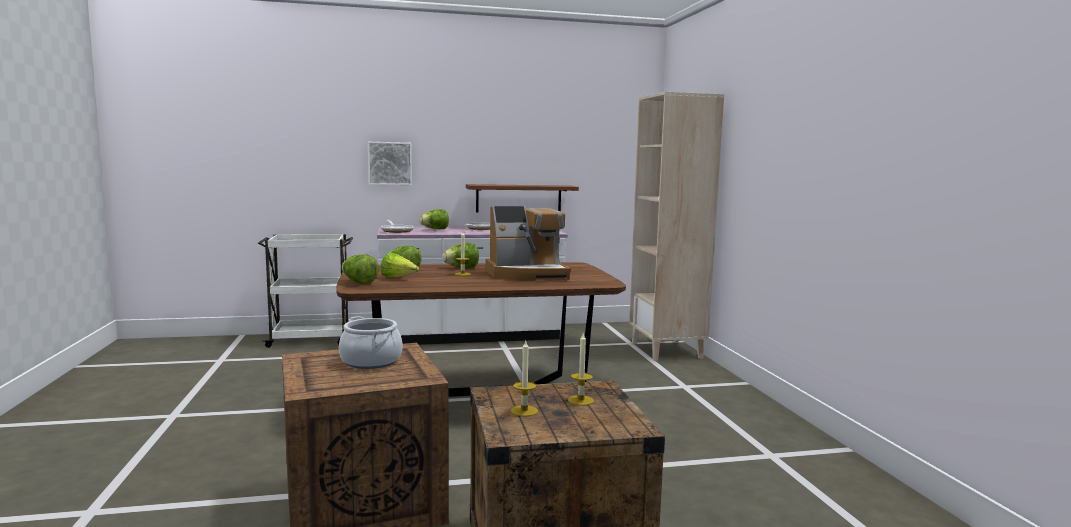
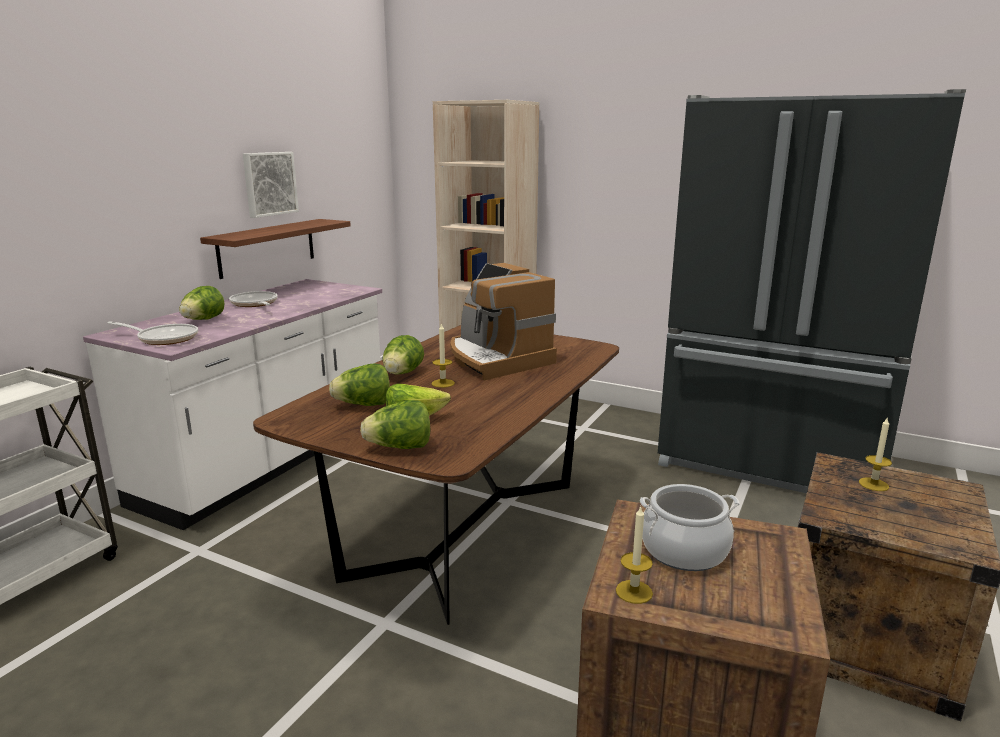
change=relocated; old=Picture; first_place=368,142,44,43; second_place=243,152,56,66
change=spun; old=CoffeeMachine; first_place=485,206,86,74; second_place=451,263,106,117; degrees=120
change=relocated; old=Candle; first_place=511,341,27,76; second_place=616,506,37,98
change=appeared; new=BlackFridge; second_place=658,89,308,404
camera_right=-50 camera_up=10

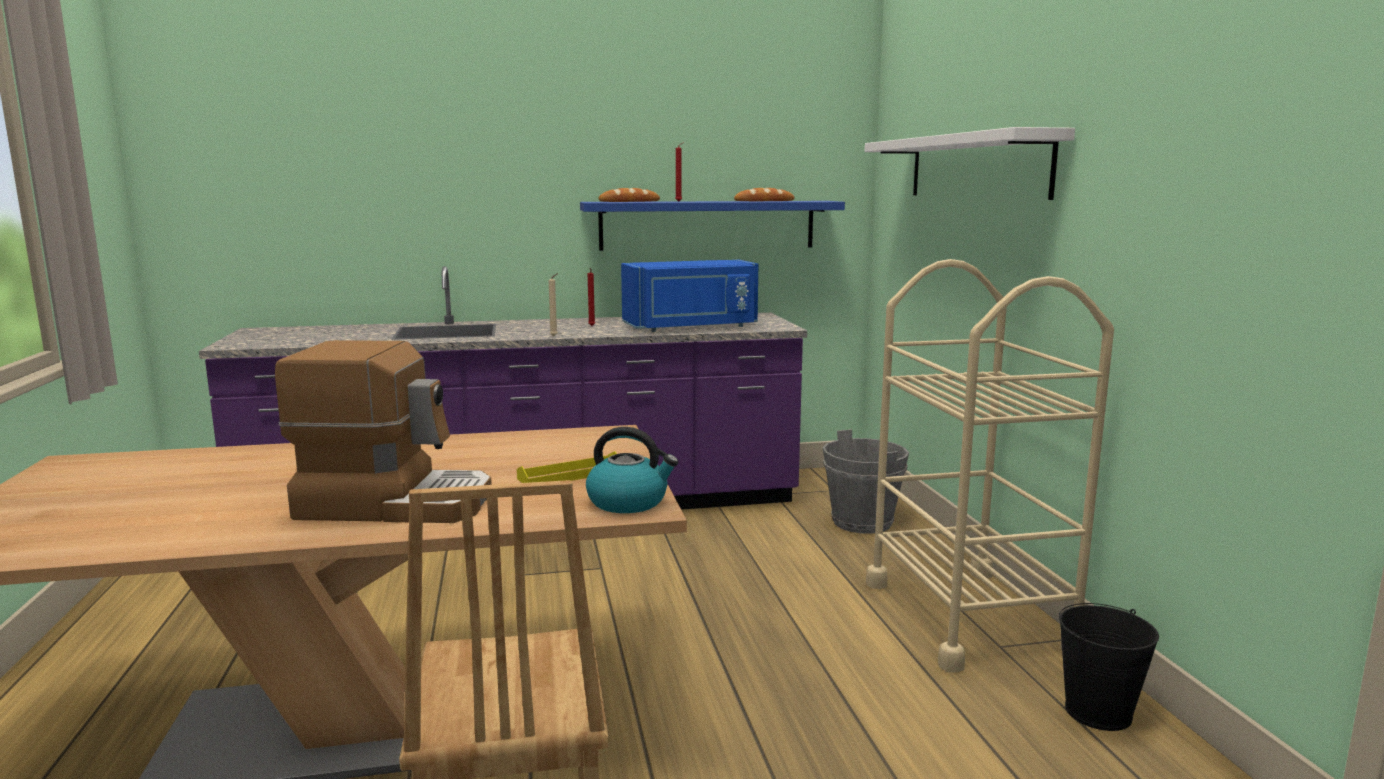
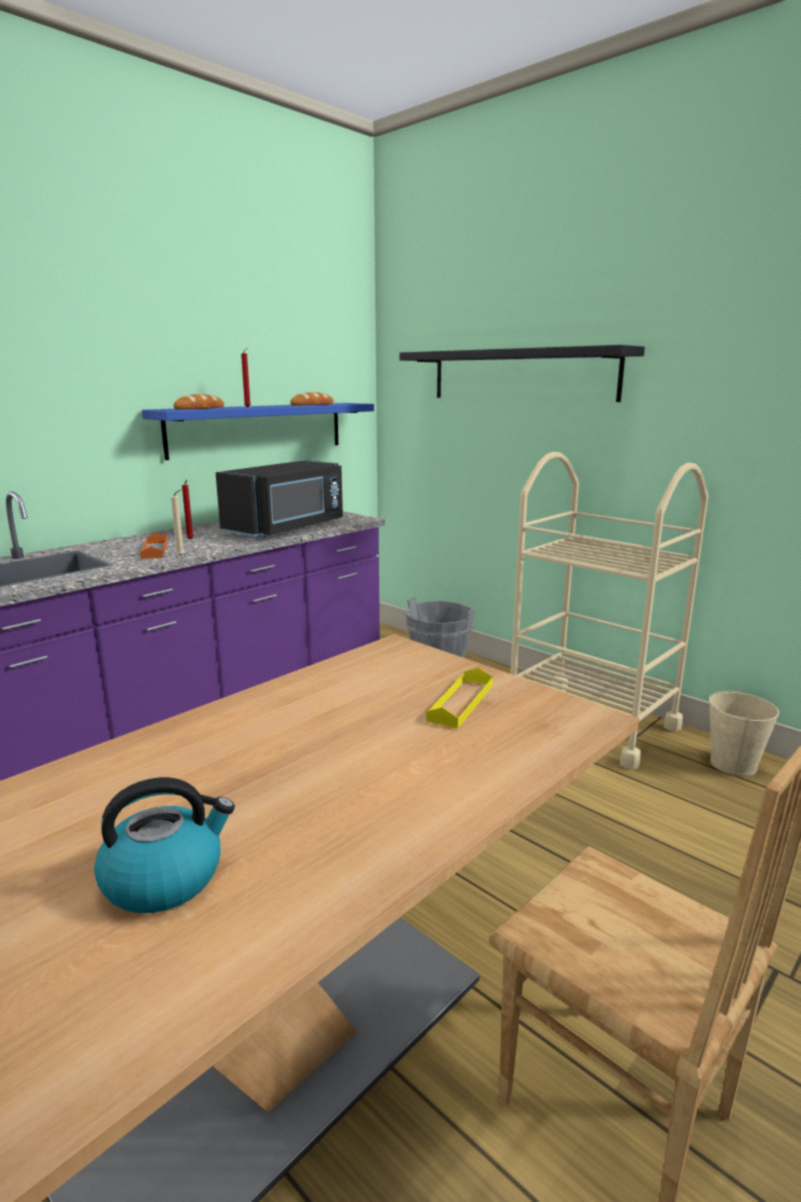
change=colour; old=WhiteShelf; new=BlackShelf; first_place=864,127,211,73; second_place=399,345,246,57
change=colour; old=BlueMicrowave; new=BlackMicrowave; first_place=621,260,137,72; second_place=216,460,127,78
change=missing; old=CoffeeMachine; first_place=275,340,217,183
change=relocated; old=Kettle; first_place=586,427,92,86; second_place=94,777,141,136
change=colour; old=BlackBucket; new=BeigeBucket; first_place=1059,603,100,128; second_place=709,689,70,87
change=appeared; new=OrangeTray; second_place=140,532,28,27
camera_right=-35 camera_up=5

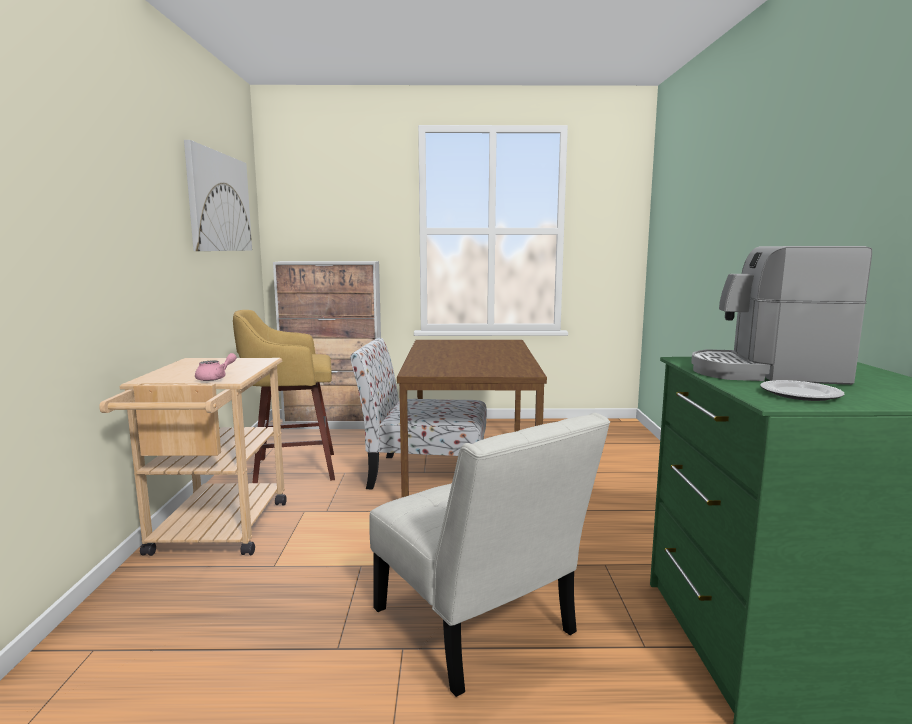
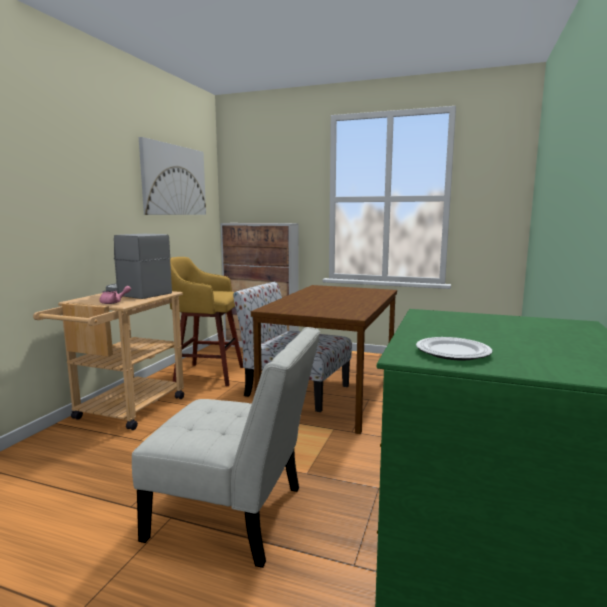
change=relocated; old=CoffeeMachine; first_place=691,246,181,139; second_place=106,234,66,65
change=spun; old=WhiteChair; first_place=370,413,240,284; second_place=132,327,188,241; degrees=-60
camera_right=20 camera_up=0

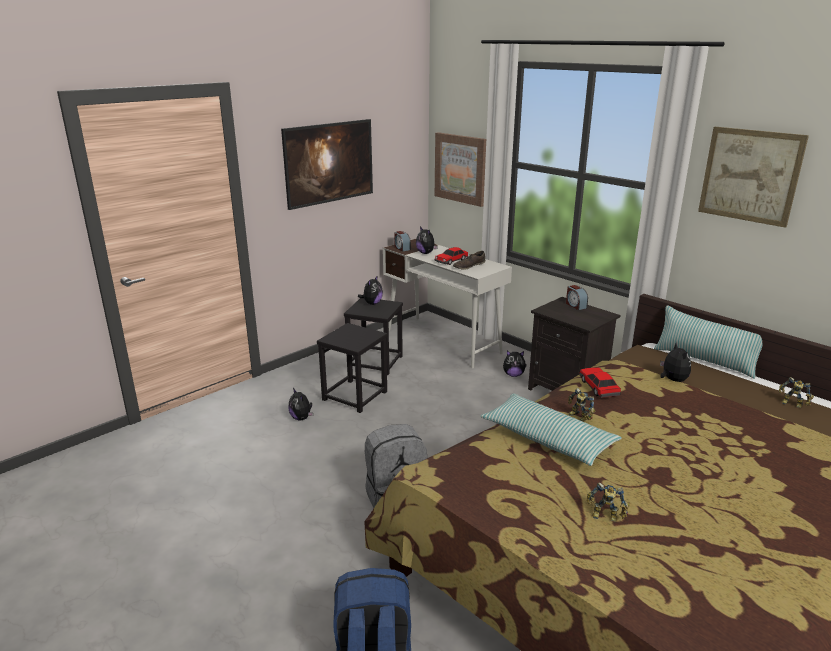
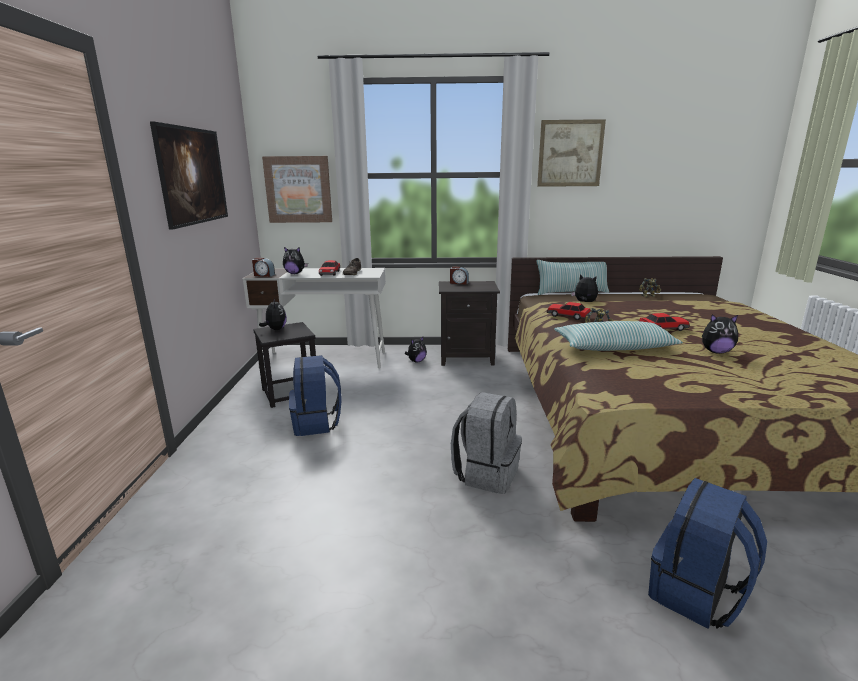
change=exchanged; old=BlackStool; new=BlueBackpack; first_place=317,323,70,90; second_place=289,355,53,81
change=relocated; old=PlushToy; first_place=288,388,25,33; second_place=702,314,36,40
change=missing; old=ToyRobot; first_place=587,483,43,38
change=appeared; new=ToyCar; second_place=639,313,51,18
camera_right=-45 camera_up=-5

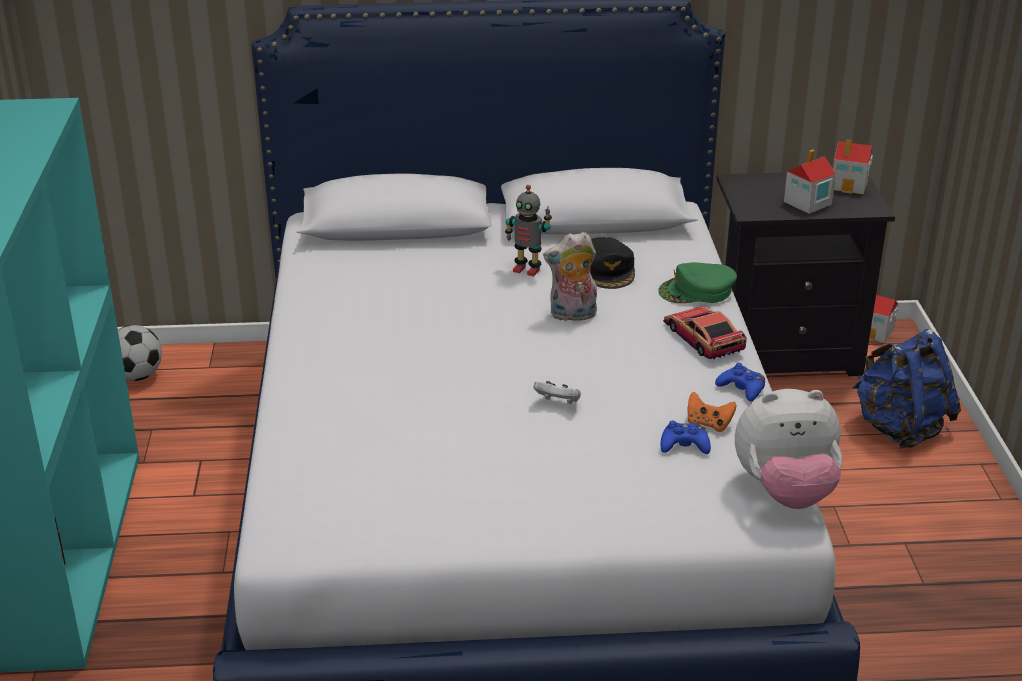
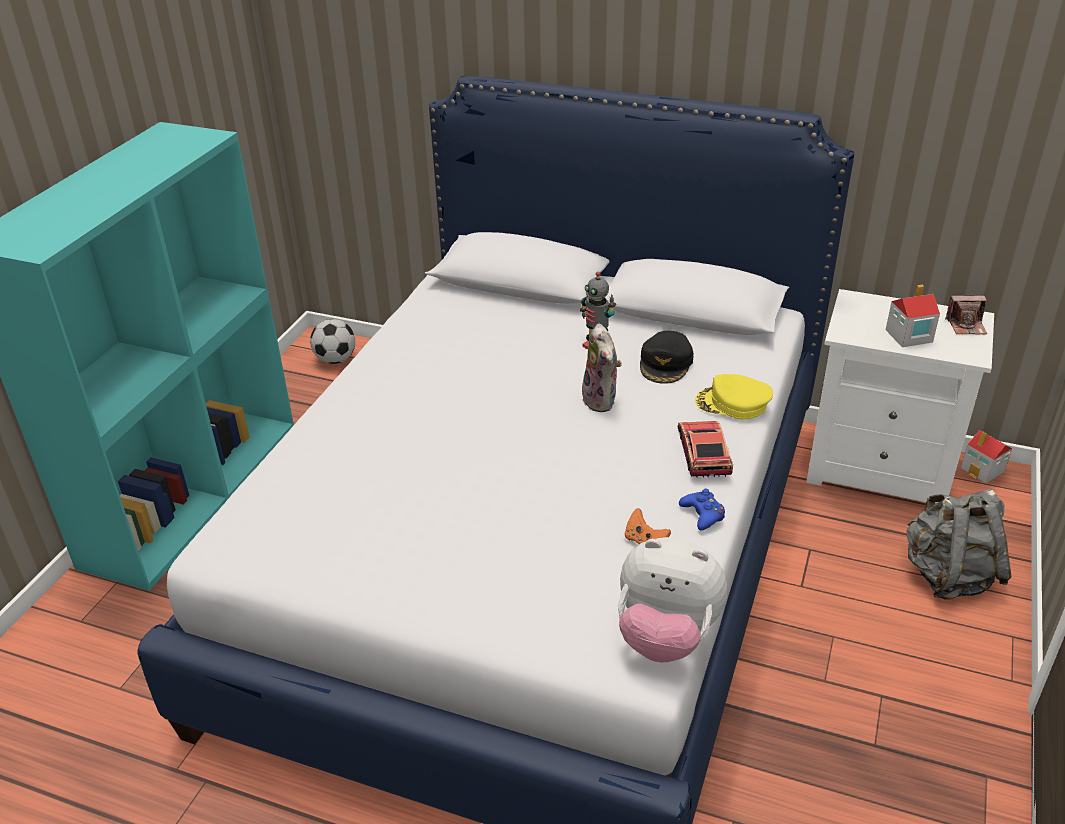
change=exchanged; old=ToyHouse; new=PhotoCamera; first_place=833,139,40,55; second_place=945,294,42,40
change=colour; old=BlackNightstand; new=WhiteNightstand; first_place=716,172,179,204; second_place=806,289,188,215
change=spun; old=PlushToy; first_place=543,232,54,91; second_place=582,324,40,88; degrees=-120
change=colour; old=GreenCap; new=YellowCap; first_place=658,262,79,41; second_place=695,374,78,46
change=colour; old=BlueBackpack; new=GreyBackpack; first_place=852,329,109,119; second_place=907,489,104,111
change=missing; old=WhiteGameController; first_place=533,381,48,23
change=missing; old=BlueGameController; first_place=660,421,51,33
camera_right=25 camera_up=5

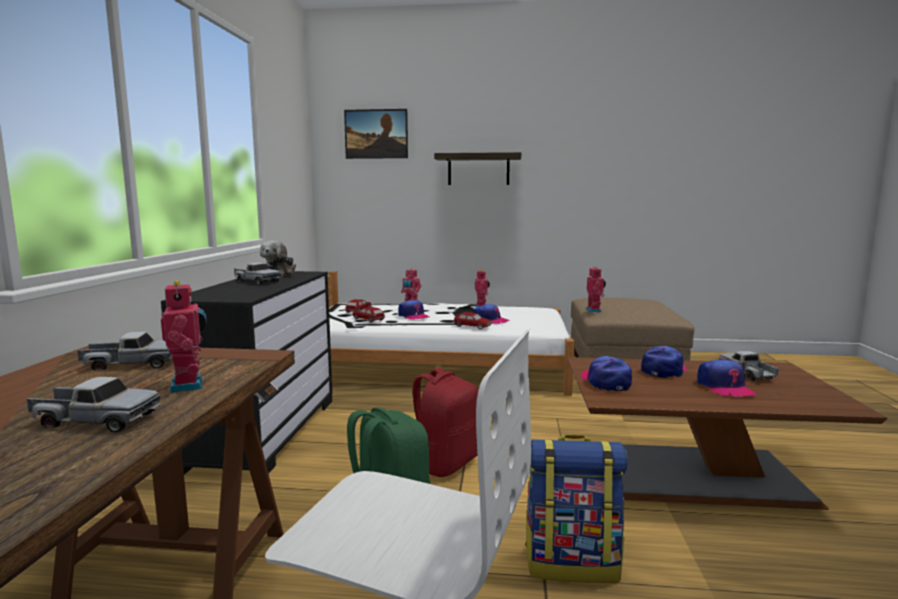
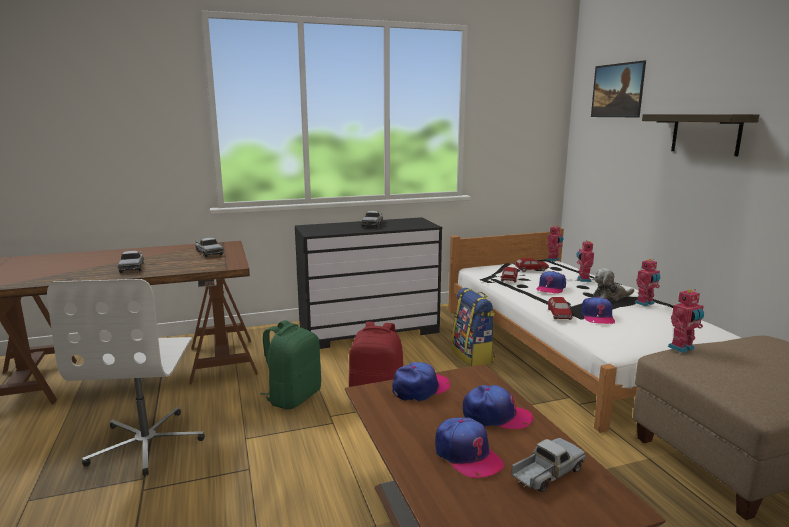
change=relocated; old=PlushToy; first_place=260,241,36,36; second_place=593,268,41,33
change=relocated; old=ToyRobot; first_place=161,280,46,113; second_place=546,225,18,37
change=spun; old=Cap; first_place=697,358,59,38; second_place=435,417,69,61; degrees=-90
change=relocated; old=Backpack; first_place=525,435,103,148; second_place=452,288,43,78
camera_right=65 camera_up=5

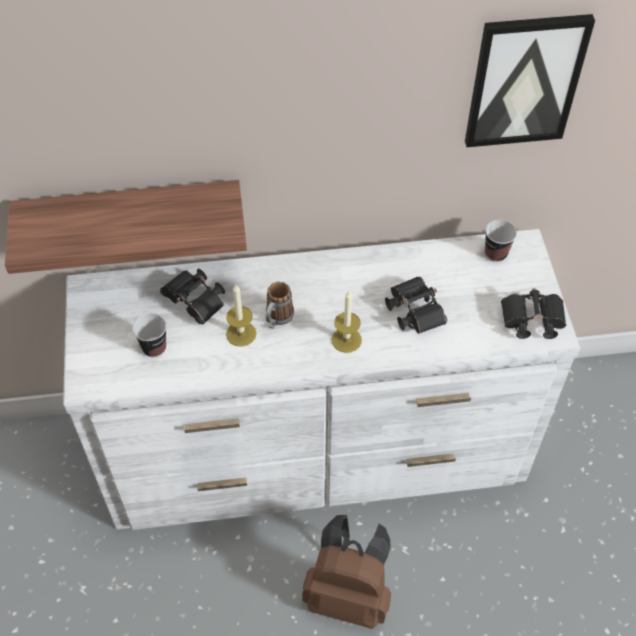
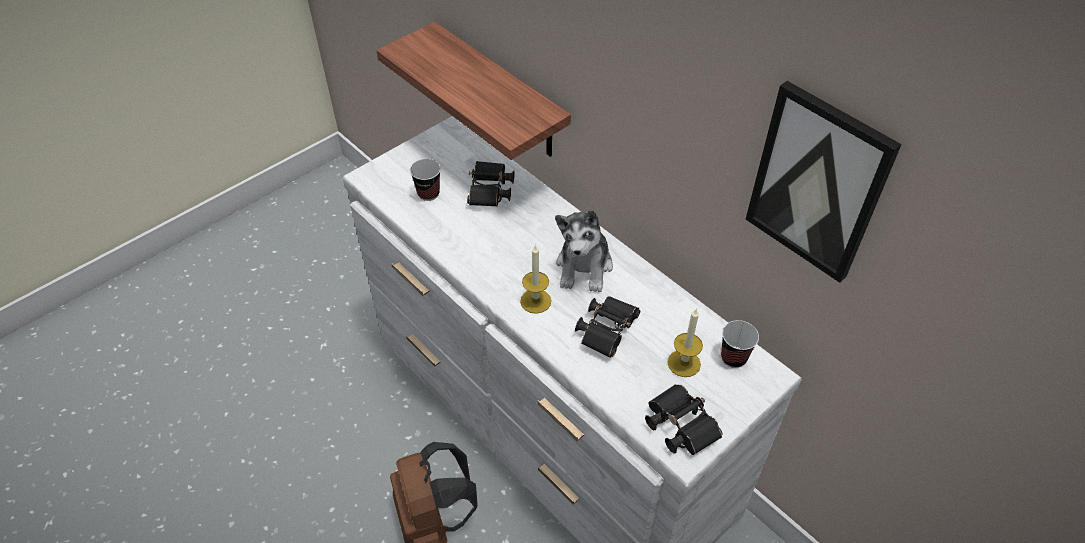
change=missing; old=Mug; first_place=266,282,28,47
change=relocated; old=Candle; first_place=226,285,30,62; second_place=668,308,35,69
change=appeared; new=PlushToy; second_place=555,209,58,83
camera_right=55 camera_up=-5

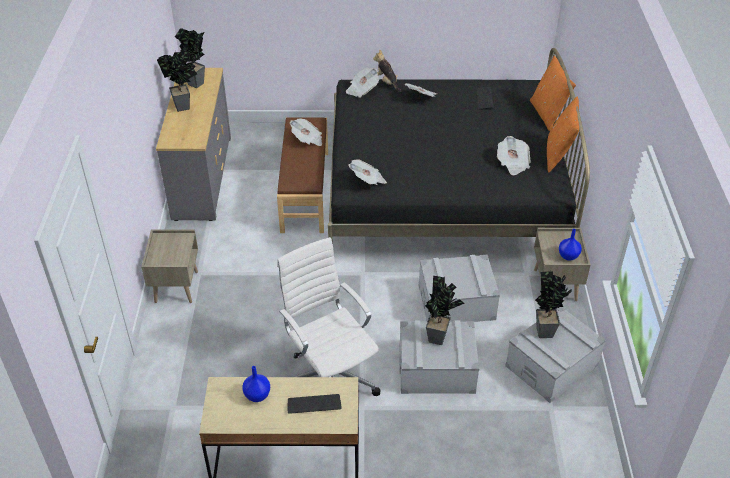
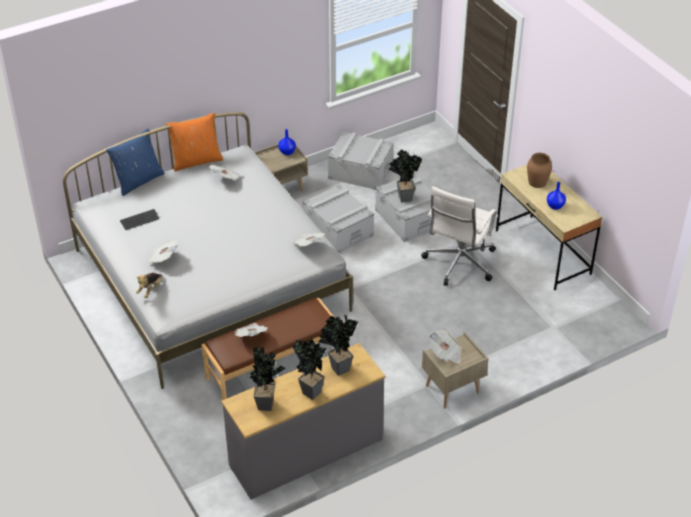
change=colour; old=BlackBed; new=WhiteBed; first_place=328,48,262,196; second_place=63,112,290,277
change=colour; old=OrangePillow; new=BluePillow; first_place=530,56,46,75; second_place=106,128,58,68
change=relocated; old=Newspaper; first_place=346,68,33,30; second_place=429,330,33,34
change=relocated; old=PottedPlant; first_place=535,271,37,67; second_place=318,315,40,61
change=exchanged; old=Keyboard; new=BrownVase; first_place=288,394,54,20; second_place=527,153,25,35
camera_right=-120 camera_up=0

